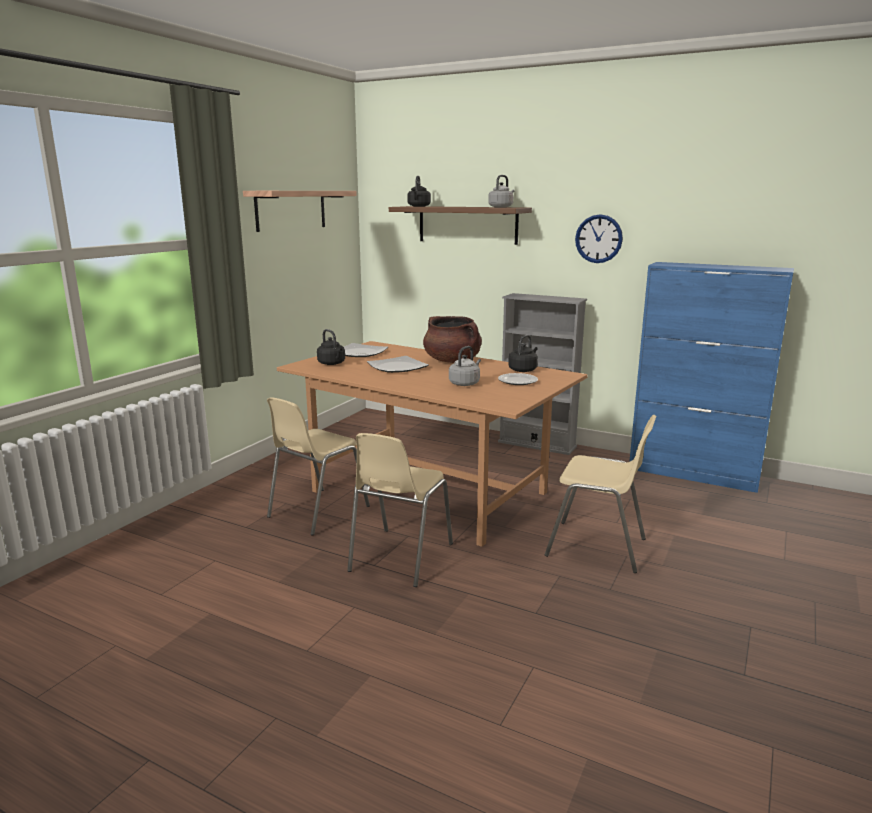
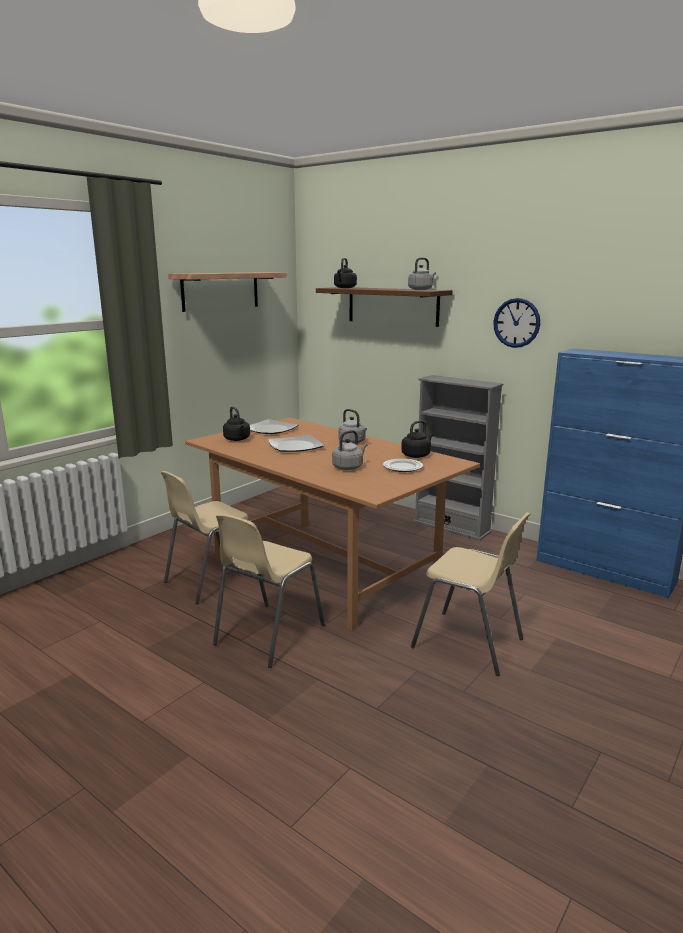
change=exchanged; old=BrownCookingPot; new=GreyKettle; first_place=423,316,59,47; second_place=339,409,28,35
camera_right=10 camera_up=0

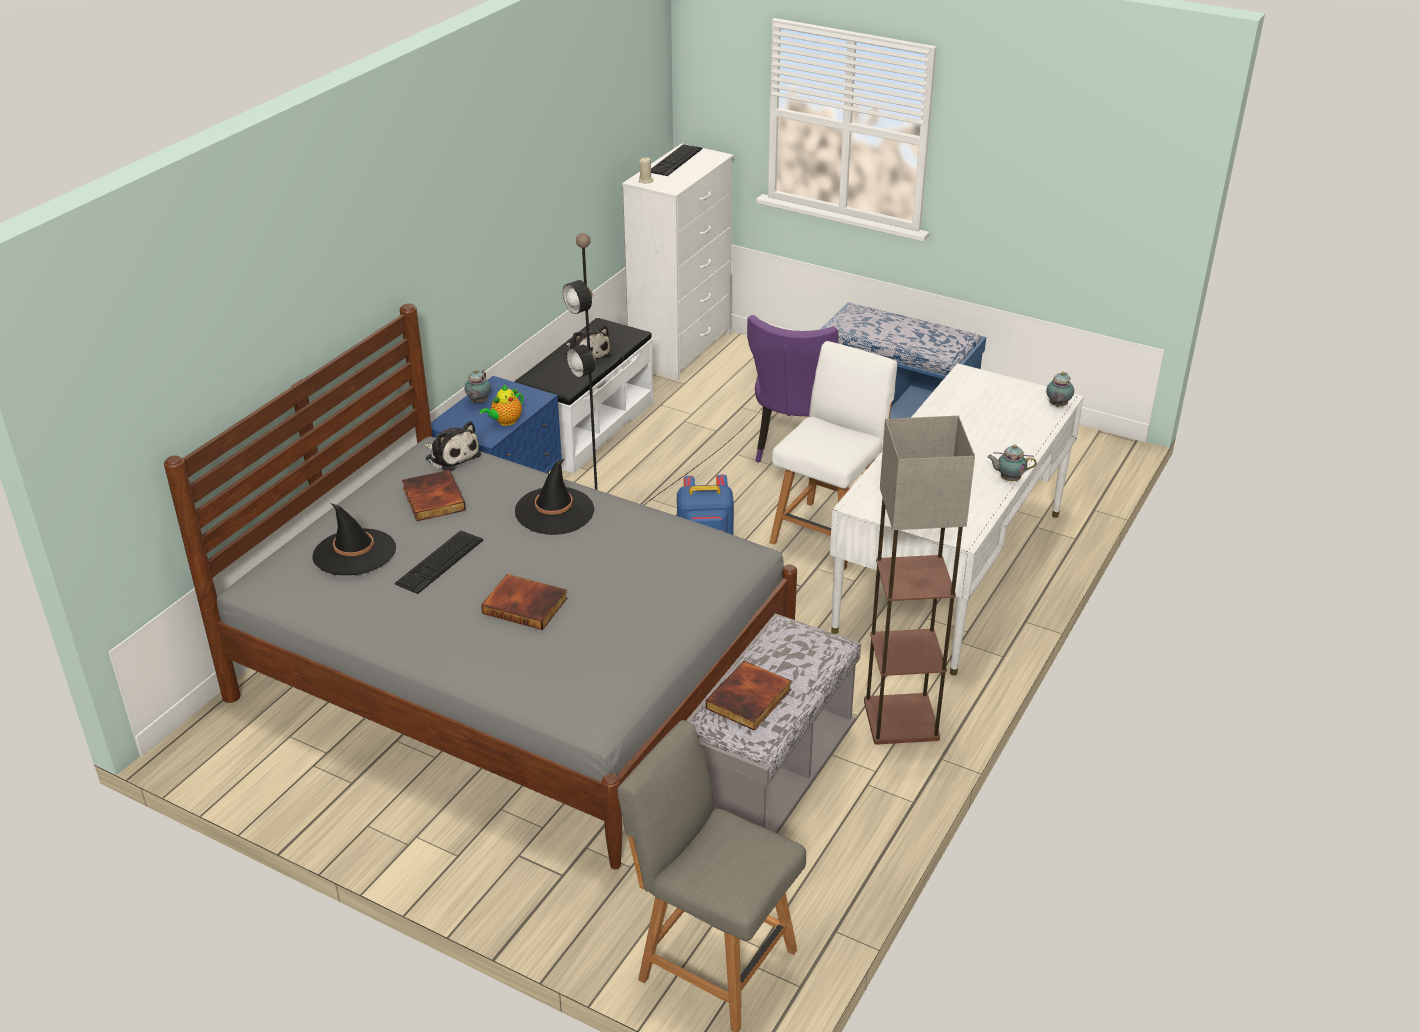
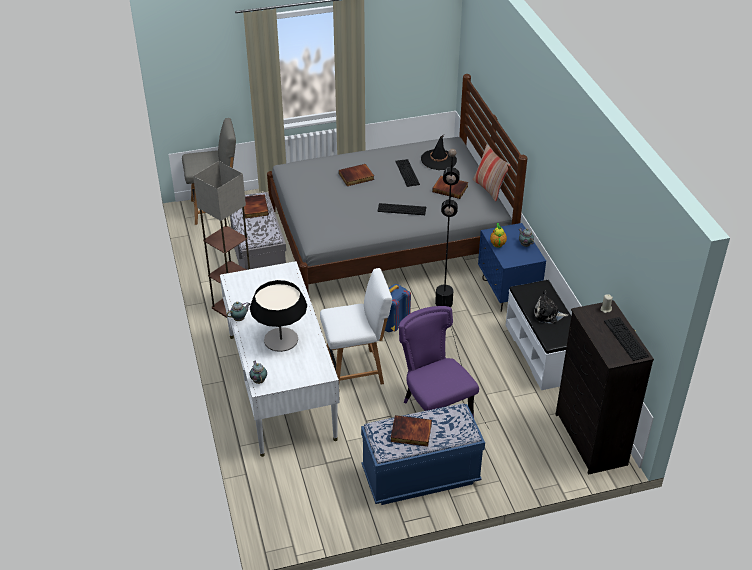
change=colour; old=WhiteDresser; new=BlackDresser; first_place=622,143,112,237; second_place=555,300,99,175
change=spun; old=WhiteChair; first_place=770,341,127,229; second_place=320,268,72,117; degrees=-90
change=missing; old=PlushToy; first_place=425,421,56,50
change=exchanged; old=BlackHat; new=Keyboard; first_place=515,459,80,76; second_place=377,203,49,12
change=appeared; new=Pillow; second_place=473,144,38,57
change=appeared; new=TableLamp; second_place=250,280,57,72
change=appeared; new=Book; second_place=391,415,41,31
camera_right=135 camera_up=5

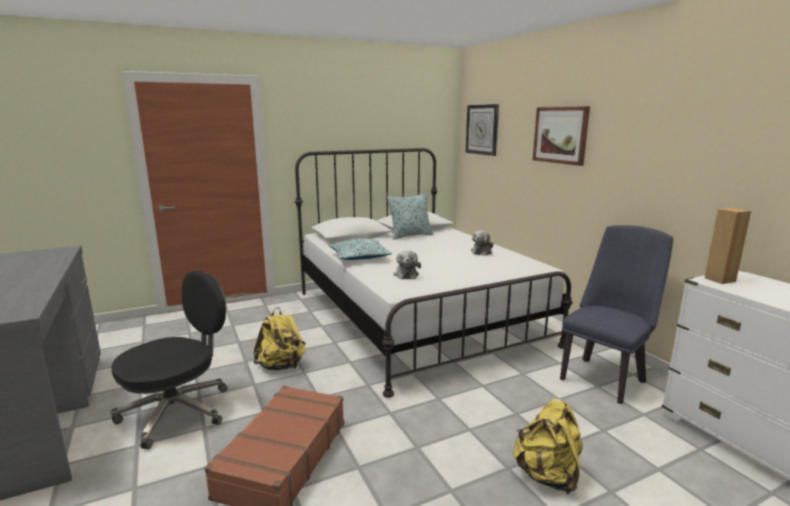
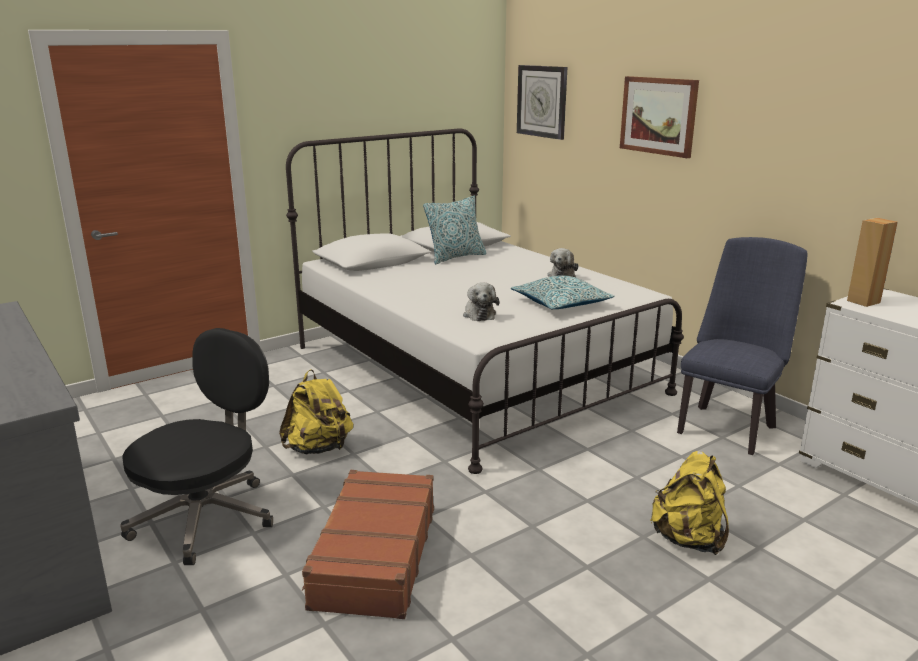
change=relocated; old=Pillow; first_place=329,238,63,22; second_place=511,275,103,34
camera_right=-10 camera_up=5

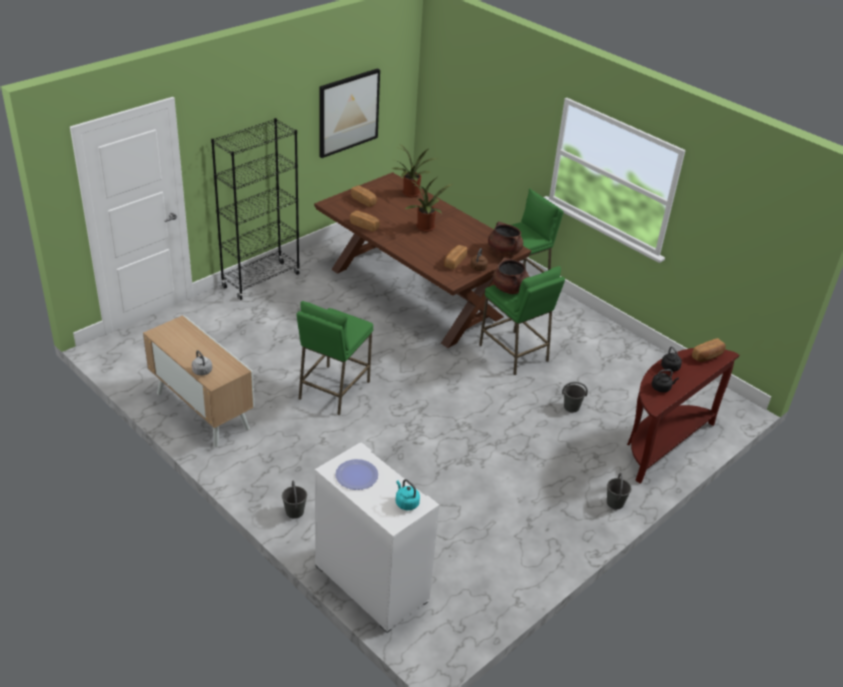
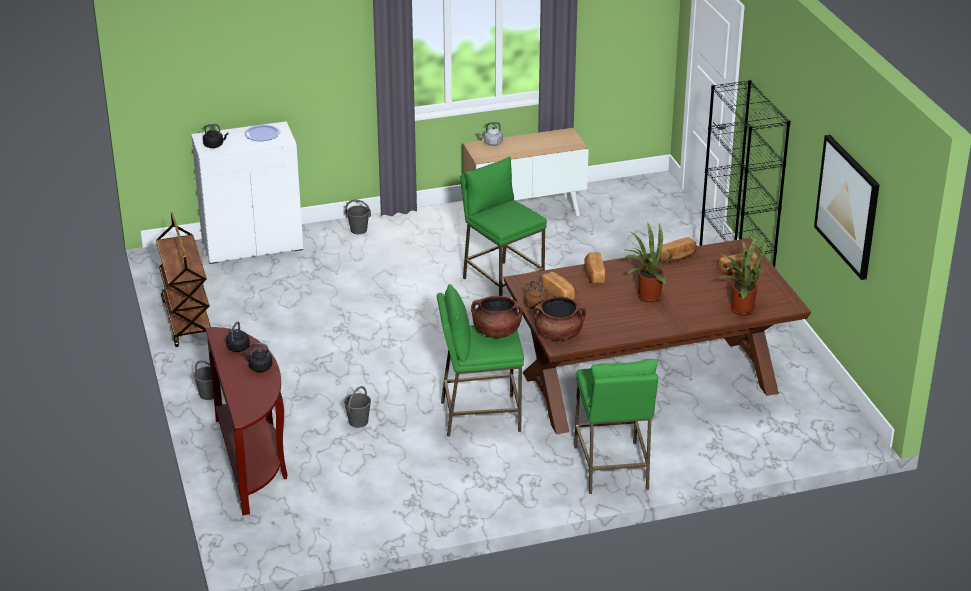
change=relocated; old=Bread; first_place=692,338,34,24; second_place=584,252,21,32
change=colour; old=TurquoiseKettle; new=BlackKettle; first_place=396,479,24,32; second_place=203,124,26,24
change=appeared; new=BrownCart; second_place=156,212,55,135
camera_right=120 camera_up=-5

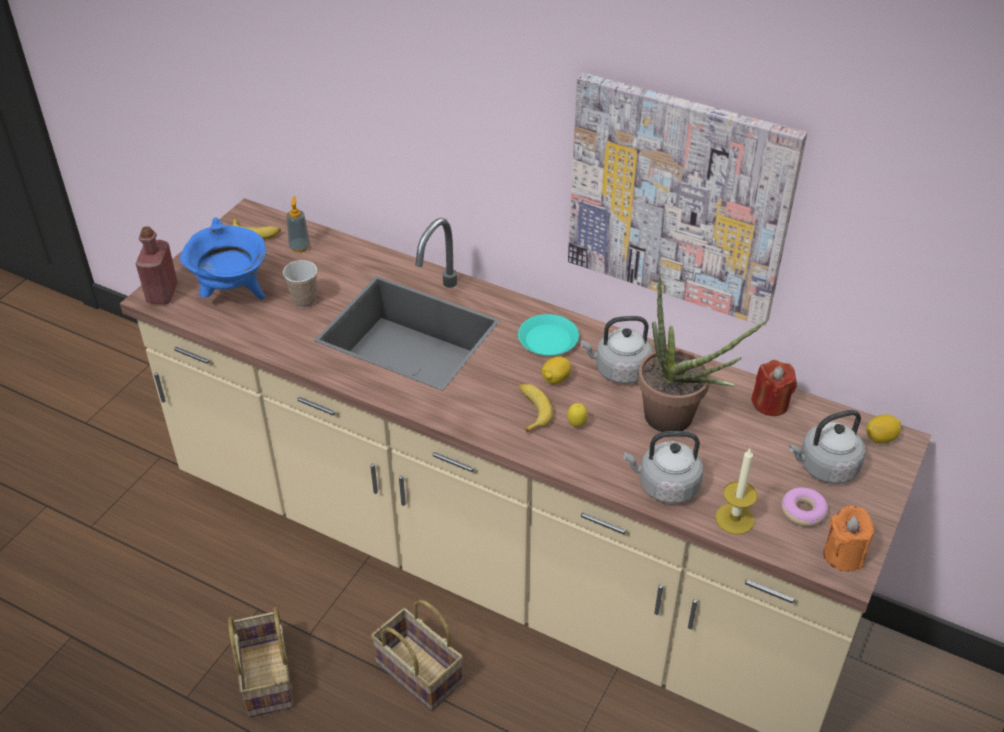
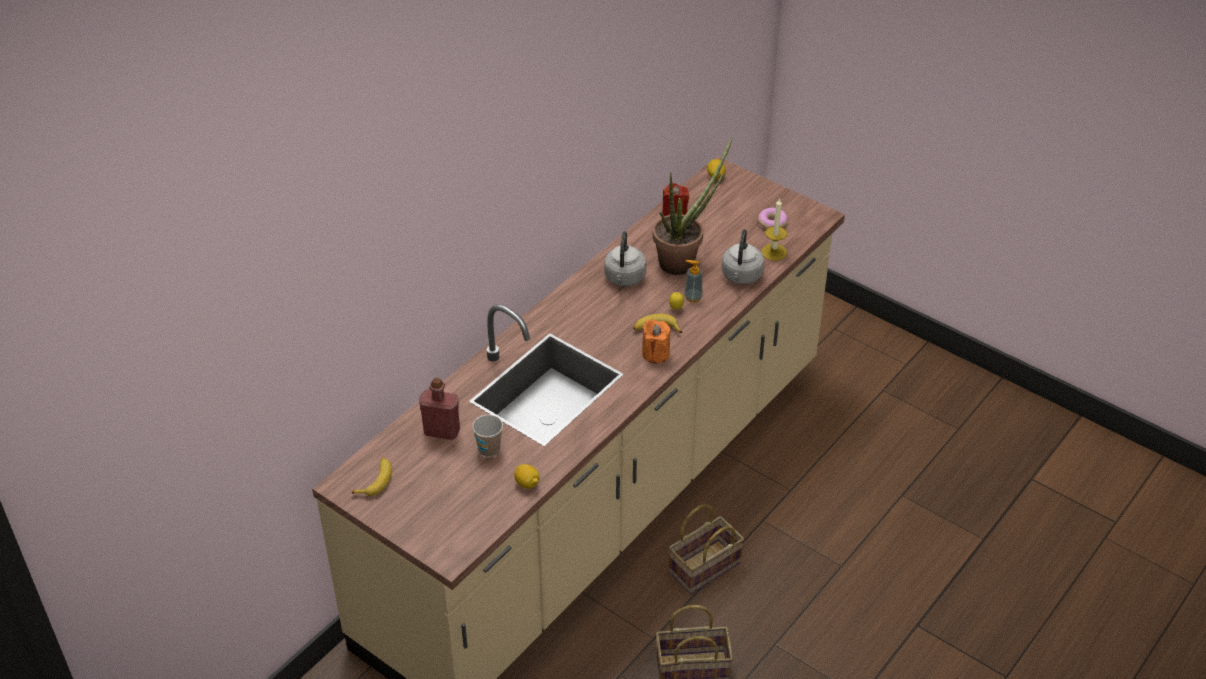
change=missing; old=Picture; first_place=568,73,239,253
change=relocated; old=SoapDispenser; first_place=286,196,24,57; second_place=684,260,19,42
change=missing; old=BlueCookingPot; first_place=180,217,86,82
change=relocated; old=RedBottle; first_place=136,226,42,78; second_place=419,378,41,62
change=missing; old=TurquoisePlate; first_place=518,314,61,42
change=relocated; old=Lemon; first_place=541,357,30,27; second_place=514,464,26,25
change=missing; old=GreyKettle; first_place=789,410,77,74
change=relocated; old=OrangeCandle; first_place=823,506,51,66; second_place=642,319,29,44
camera_right=-80 camera_up=0

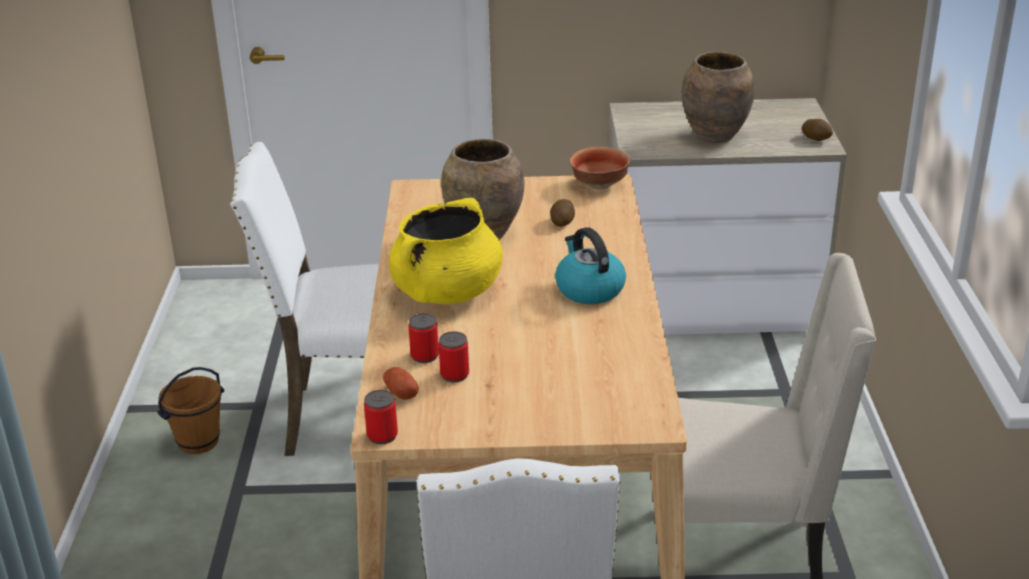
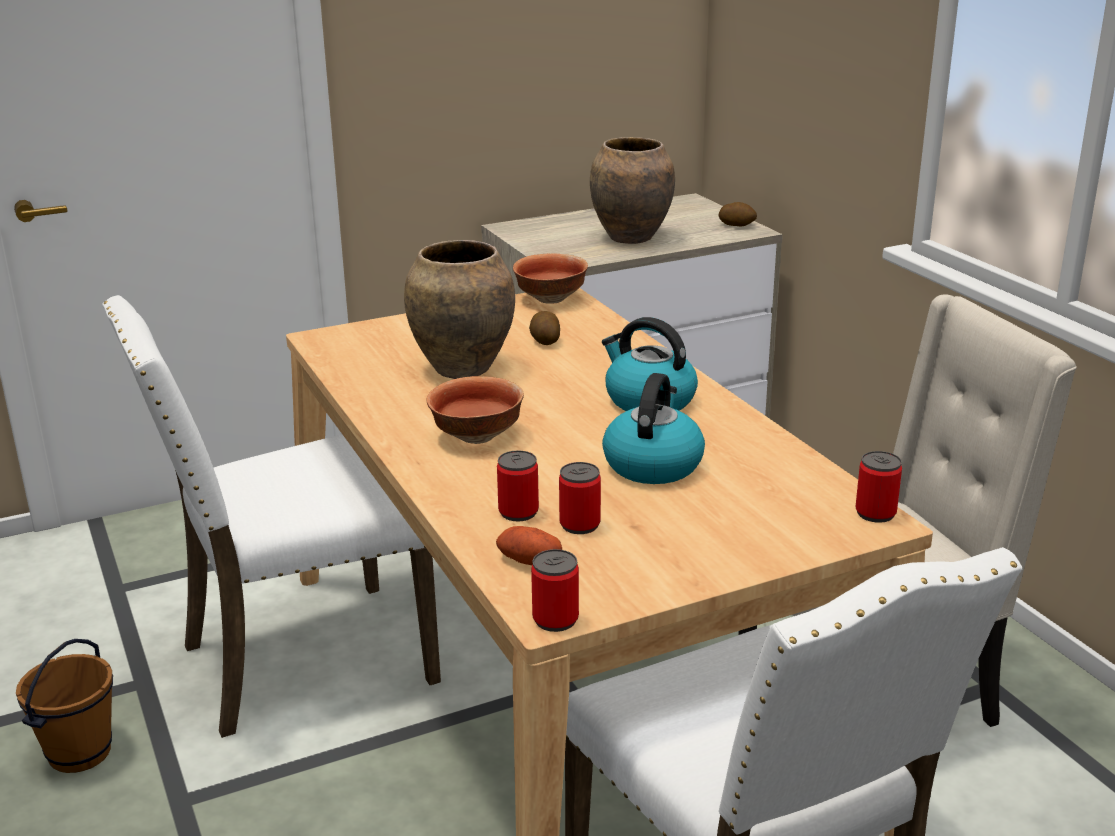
change=exchanged; old=YellowCookingPot; new=Bowl; first_place=389,198,114,106; second_place=426,376,98,68
change=appeared; new=Kettle; second_place=602,373,103,111
change=appeared; new=Can; second_place=855,451,47,72
camera_right=-25 camera_up=-5

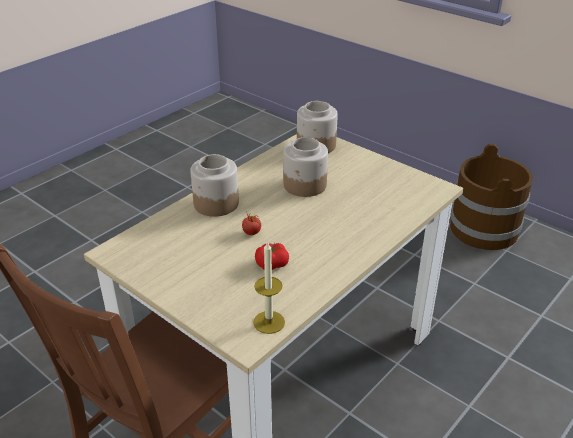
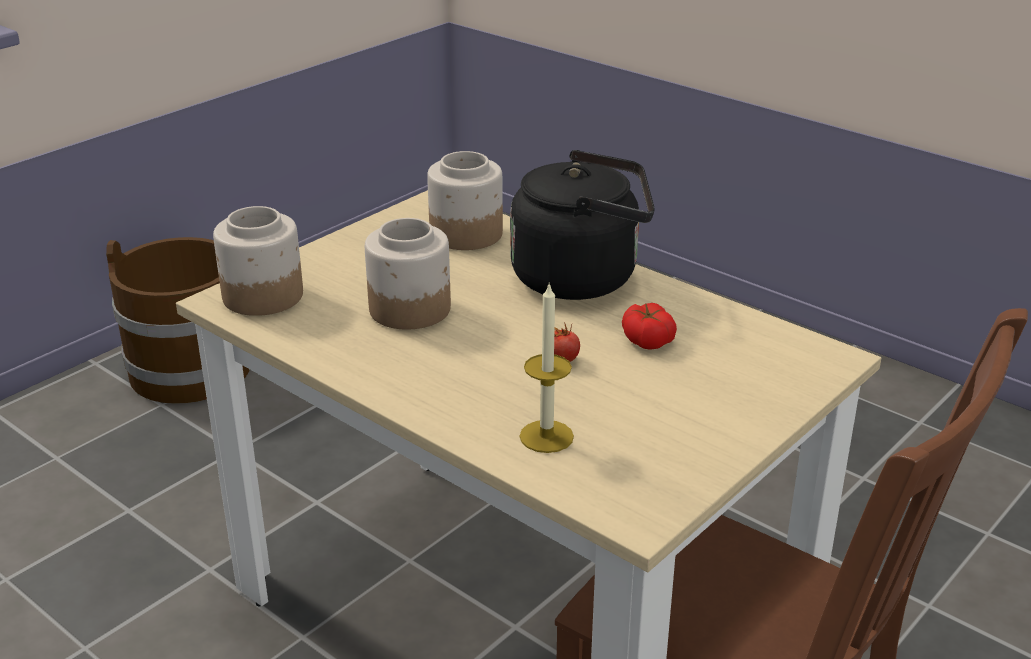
change=relocated; old=Jar; first_place=190,154,49,63; second_place=427,151,76,99
change=relocated; old=Candle; first_place=253,241,32,93; second_place=520,283,54,170
change=appeared; new=BlackKettle; second_place=510,150,145,150
camera_right=-90 camera_up=-5

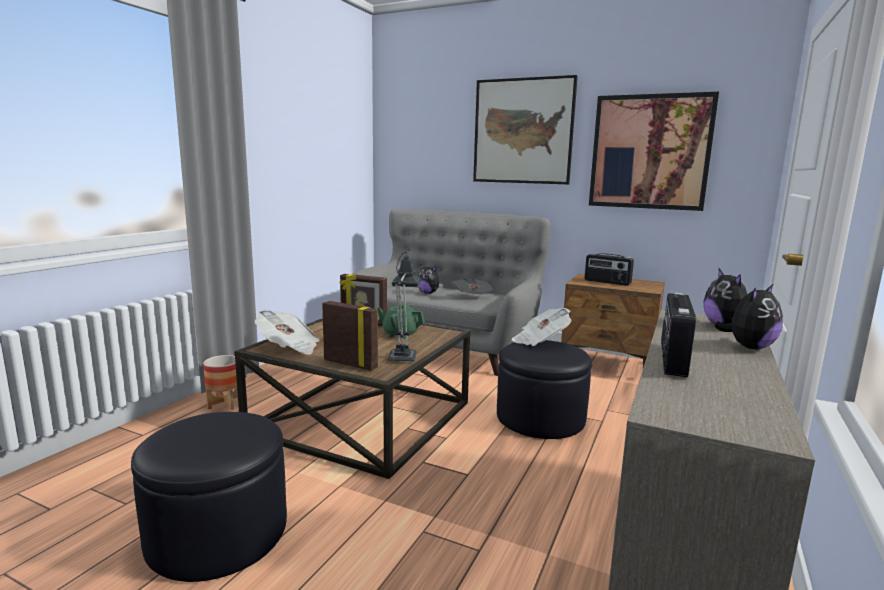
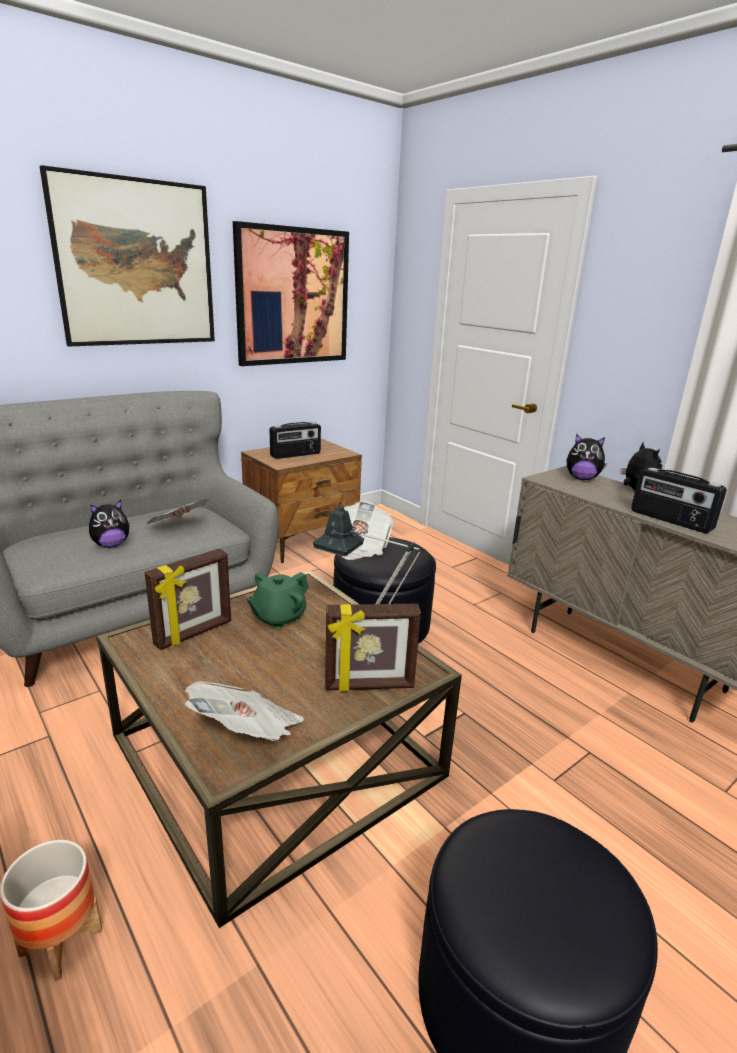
change=spun; old=PictureFrame; first_place=322,301,57,70; second_place=325,604,96,88; degrees=-150
camera_right=-65 camera_up=10

